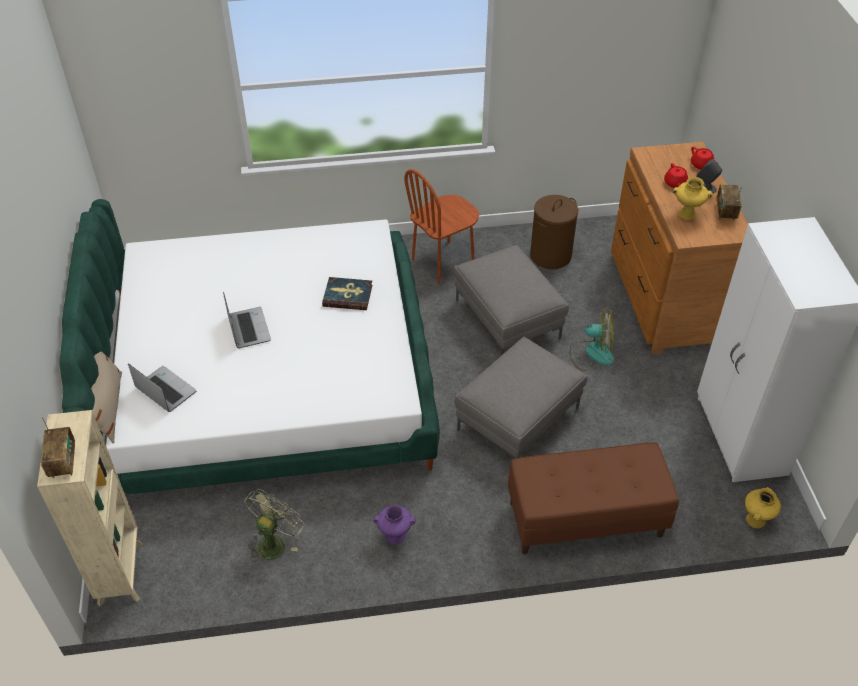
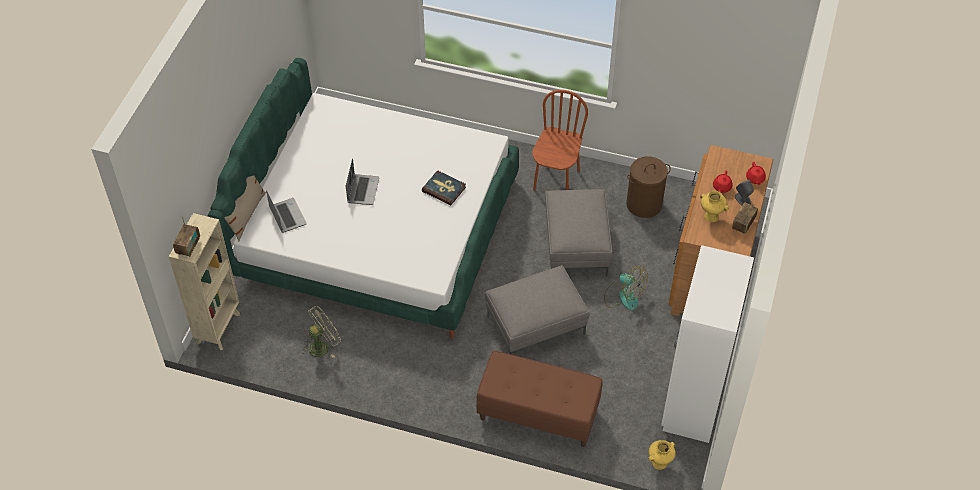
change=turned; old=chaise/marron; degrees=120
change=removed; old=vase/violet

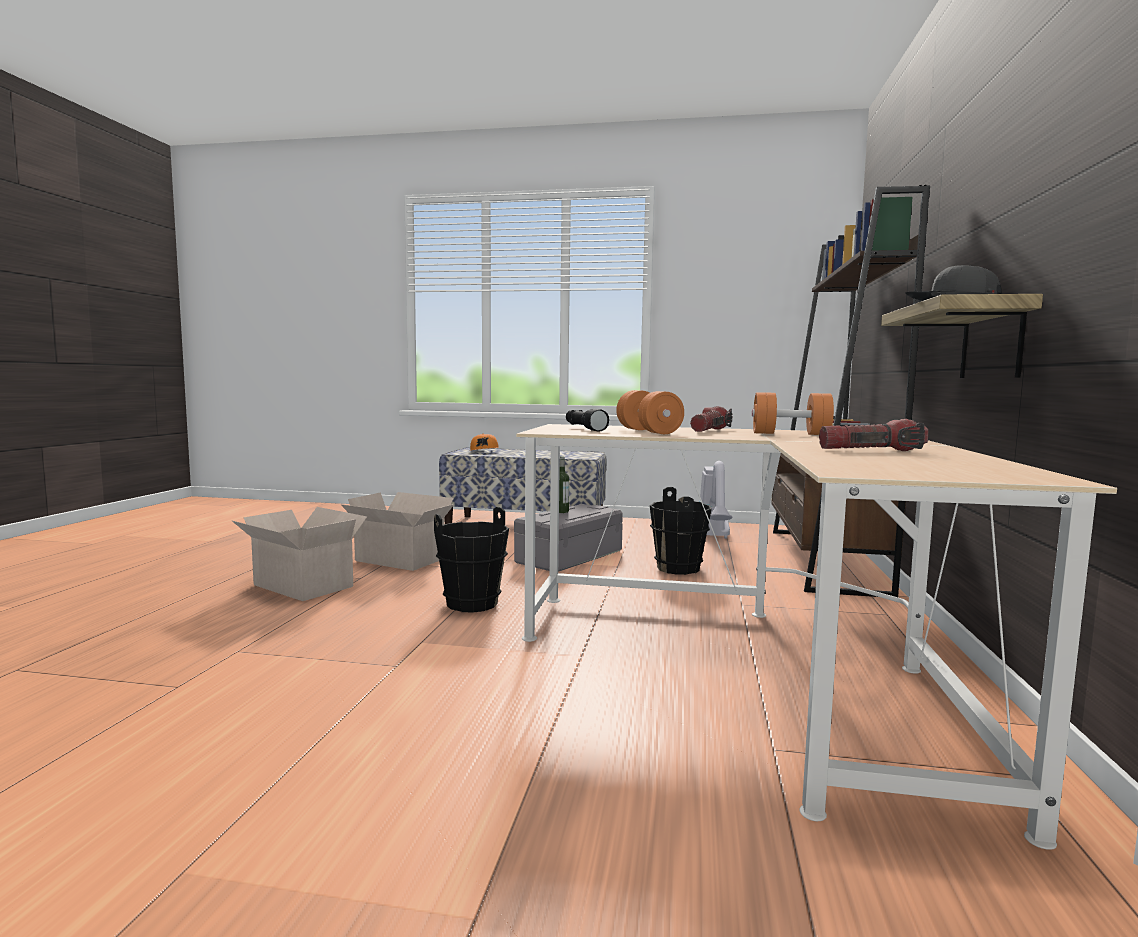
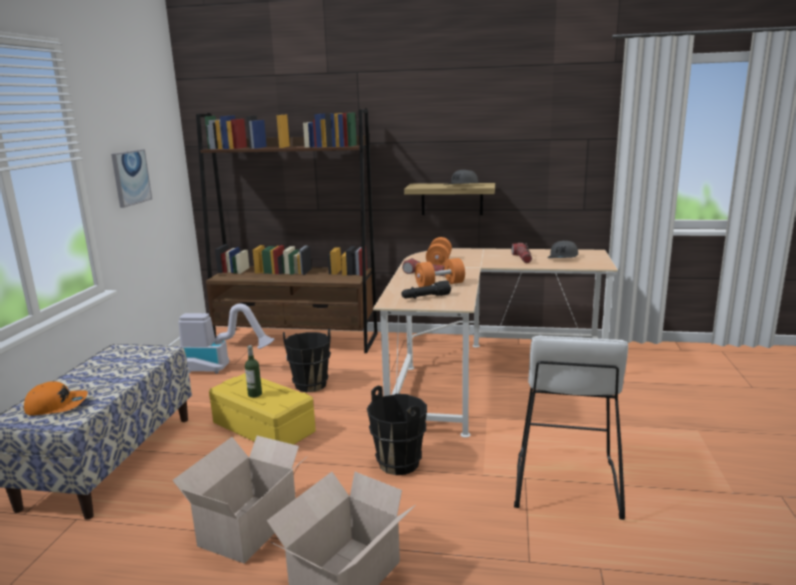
change=recoloured; old=boîte de rangement/gris; new=boîte de rangement/jaune
change=added; new=tableau
change=added; new=casquette/gris (2nd from left)
change=added; new=tabouret/blanc

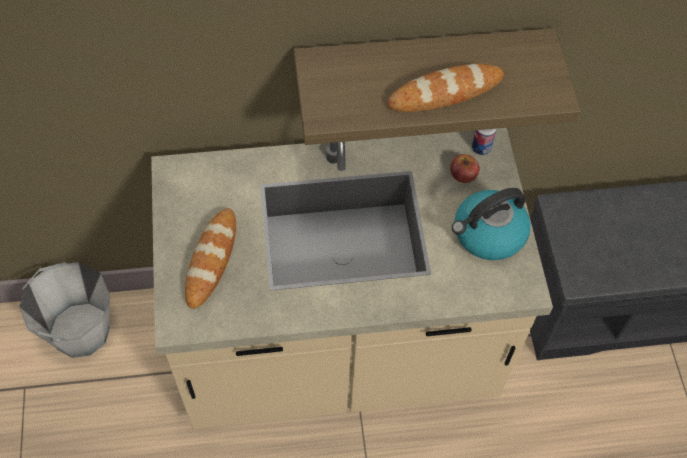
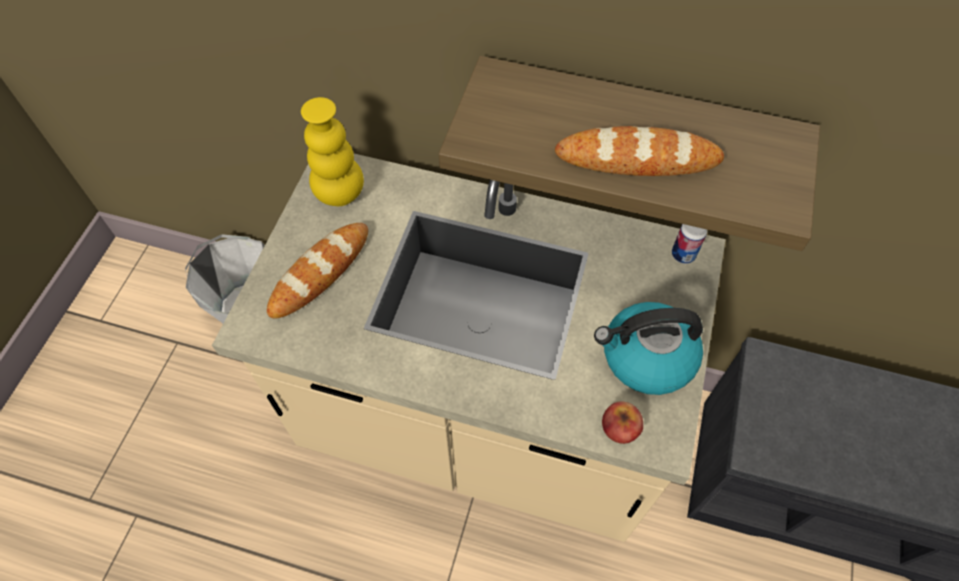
change=moved; old=pomme
change=added; new=vase/jaune

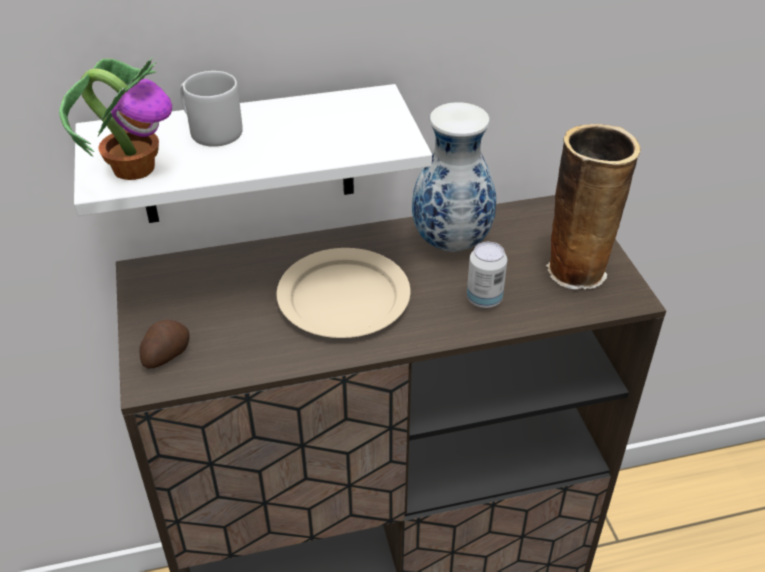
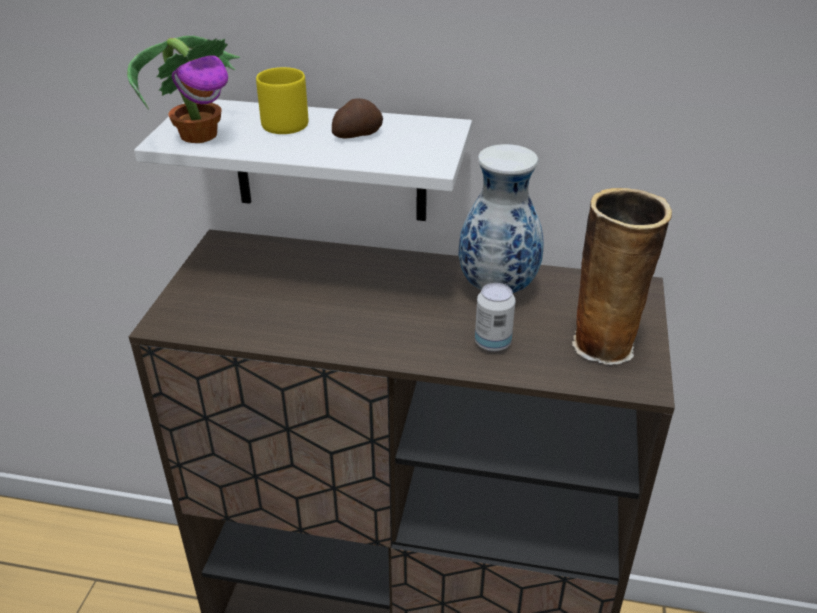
change=recoloured; old=mug/gris; new=mug/jaune
change=removed; old=assiette/beige
change=moved; old=pomme de terre

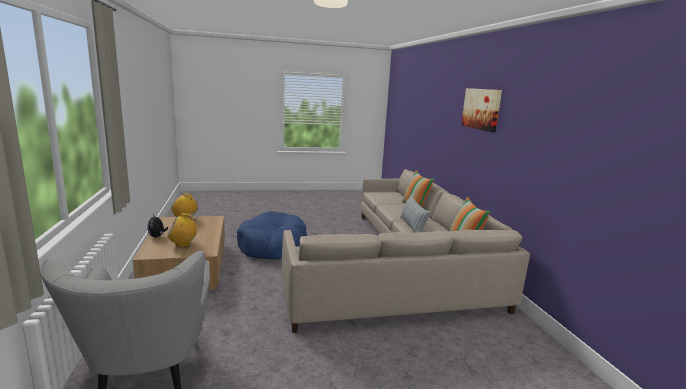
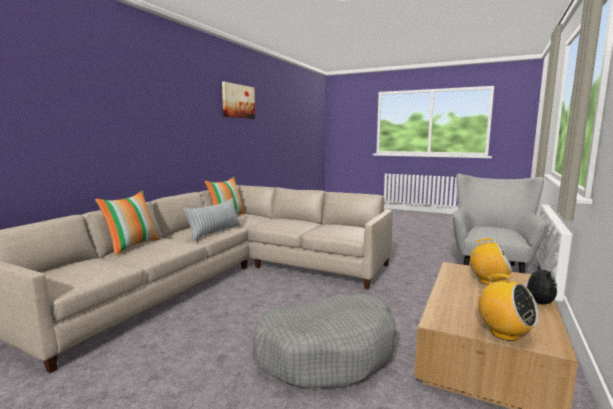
change=moved; old=tableau
change=recoloured; old=panier pour chien/bleu; new=panier pour chien/gris

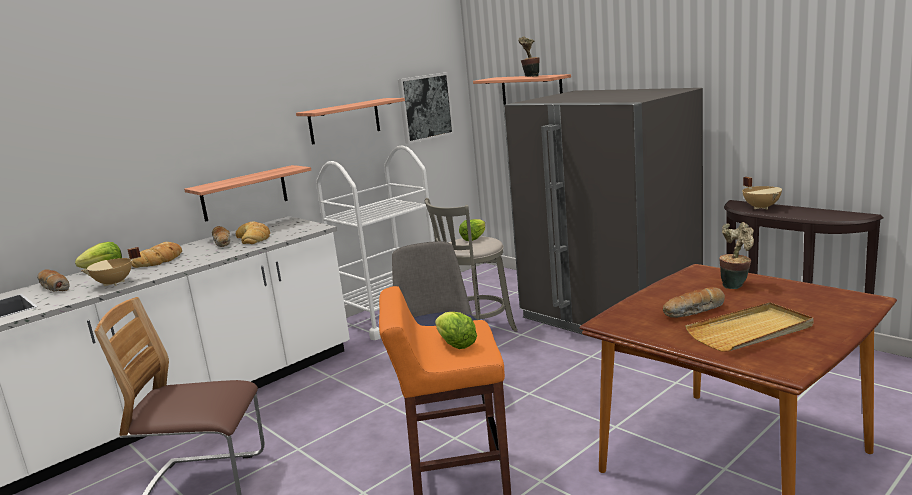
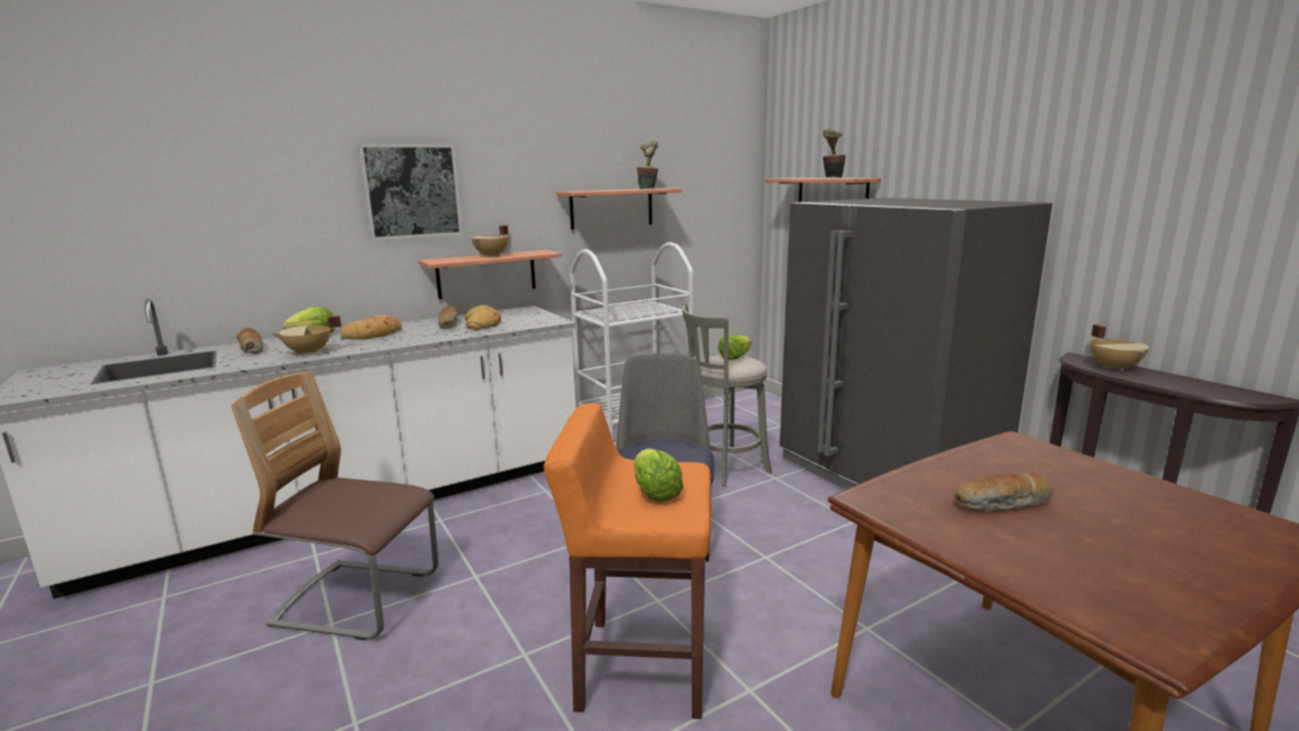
change=moved; old=tableau
change=moved; old=plante en pot (2nd from left in the first image); new=plante en pot (1st from left)
change=removed; old=plateau/beige
change=added; new=marmite/beige (2nd from left)

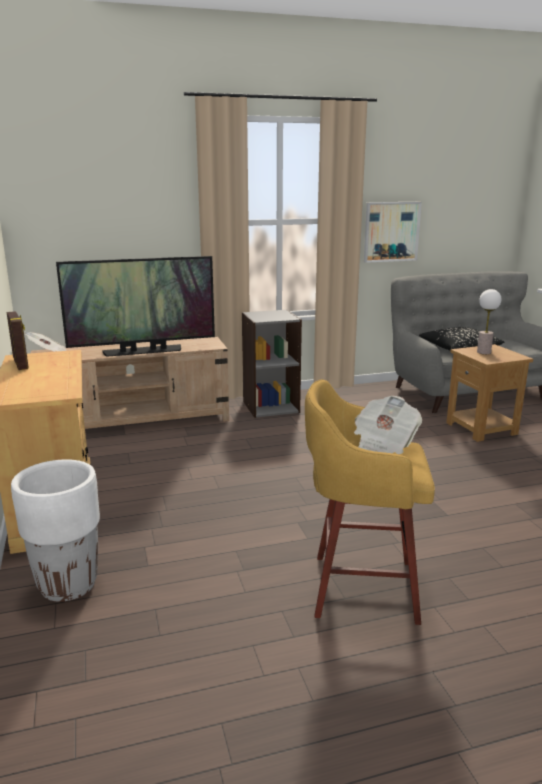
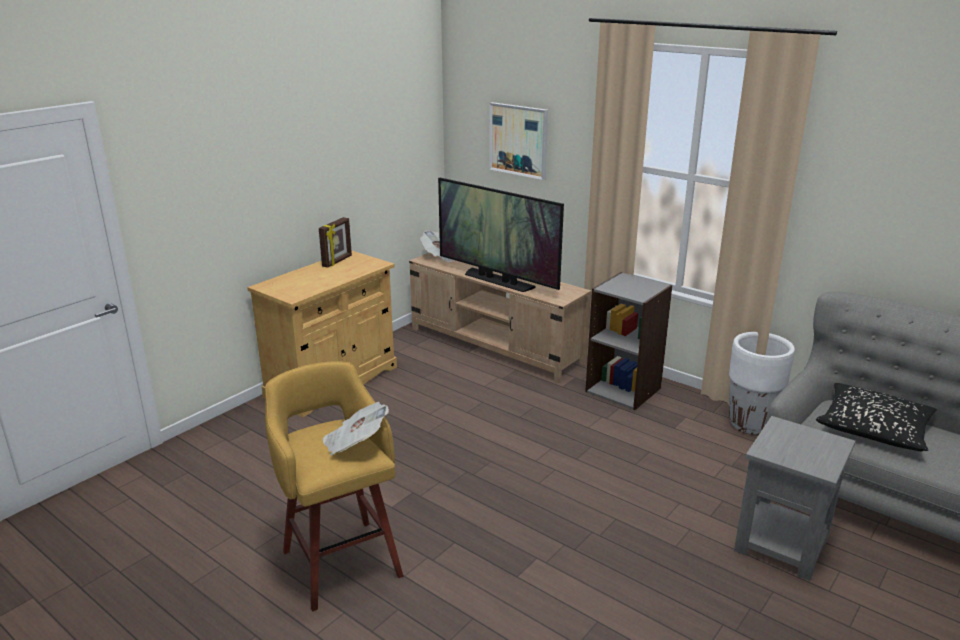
change=moved; old=tableau
change=removed; old=lampe de table
change=recoloured; old=table d'appoint/marron; new=table d'appoint/gris
change=moved; old=cache-pot/blanc

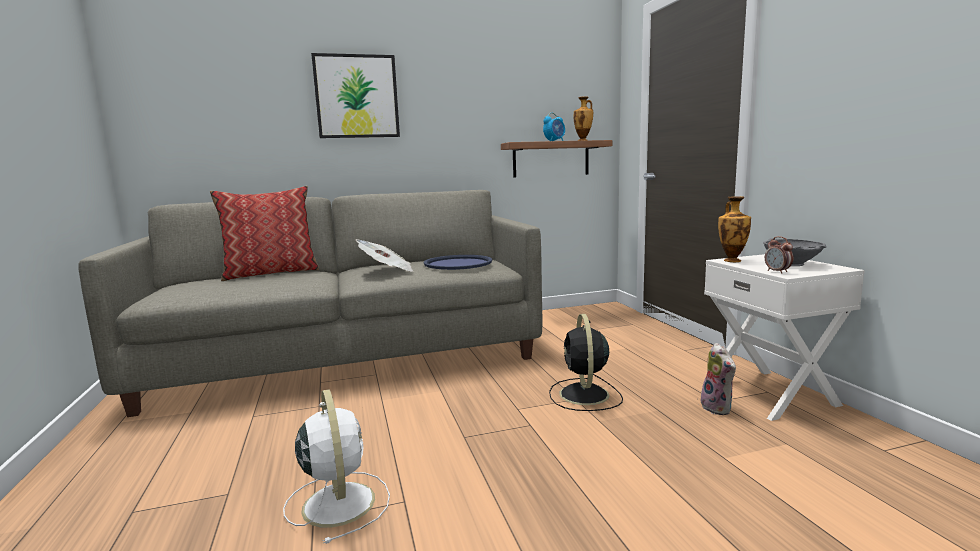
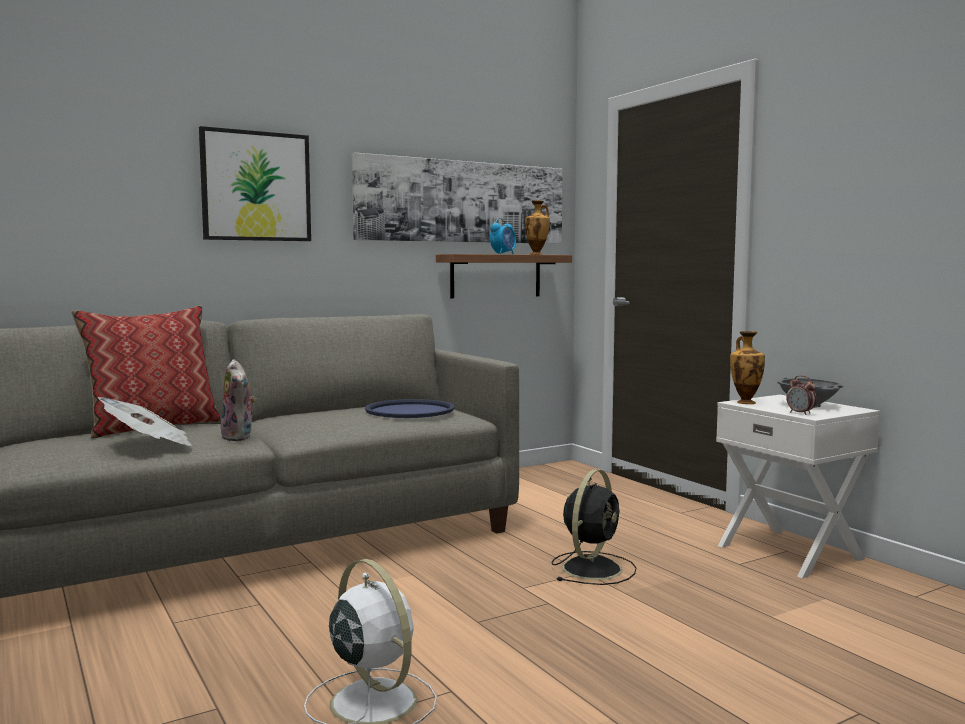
change=moved; old=journal
change=turned; old=ventilateur/noir; degrees=-135
change=moved; old=peluche
change=added; new=tableau (2nd from left)

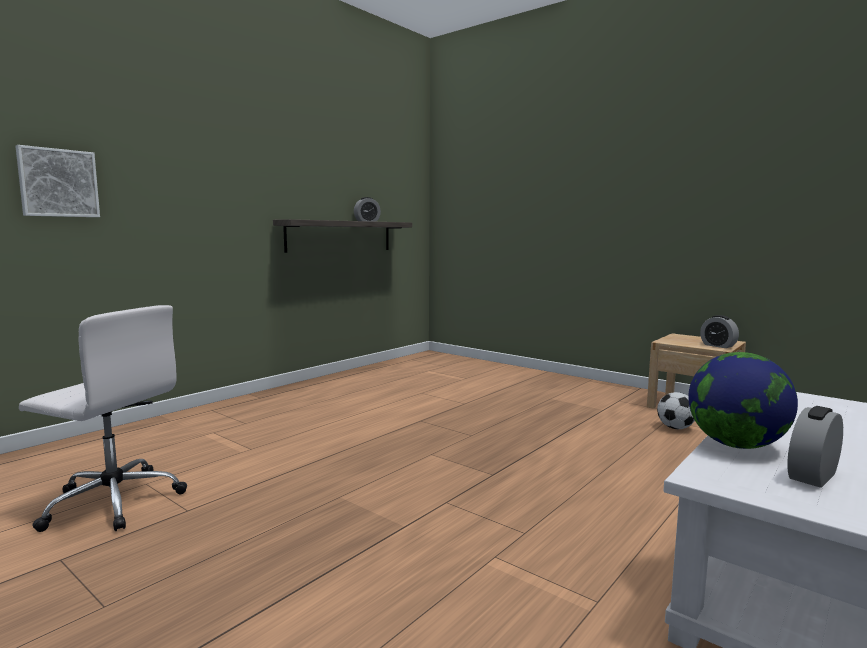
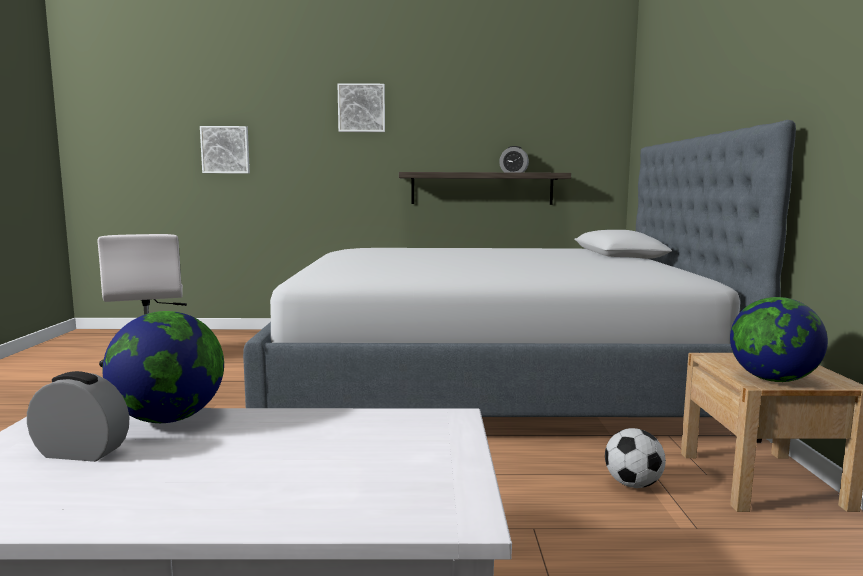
change=replaced; old=réveil (2nd from left); new=globe (2nd from left)
change=added; new=tableau (2nd from left)
change=added; new=lit

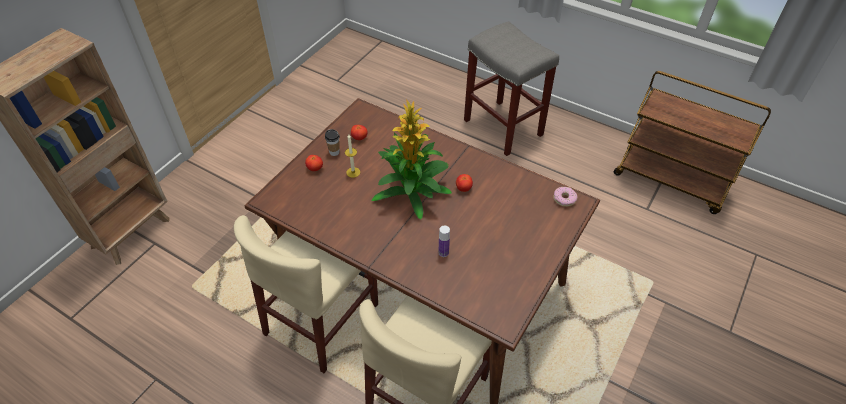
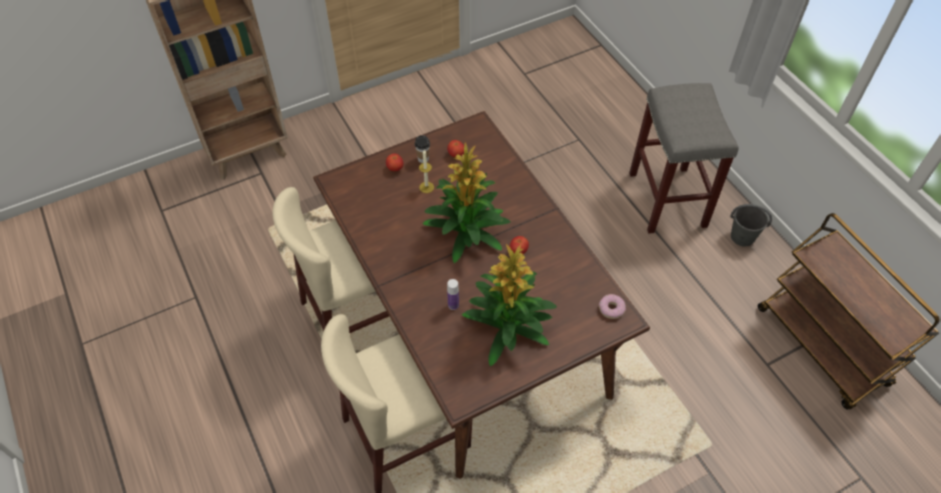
change=added; new=seau/gris
change=added; new=plante en pot (2nd from left)

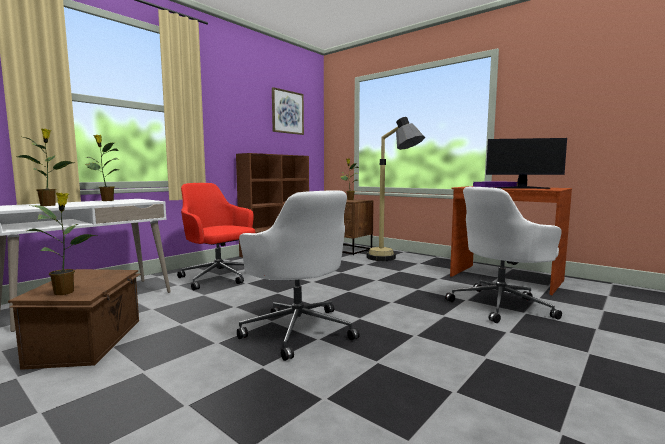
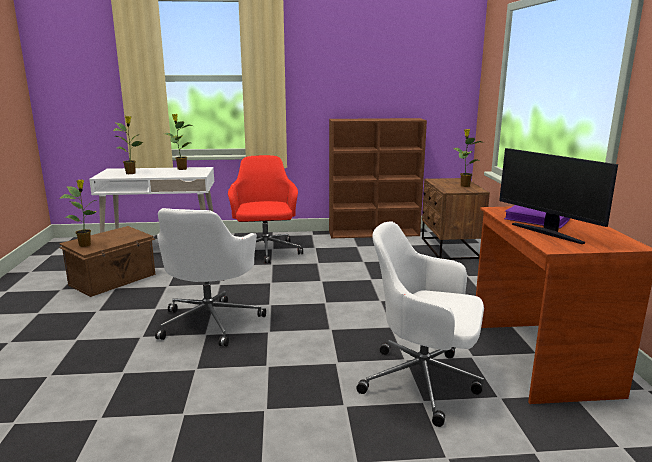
change=removed; old=tableau
change=removed; old=lampadaire

